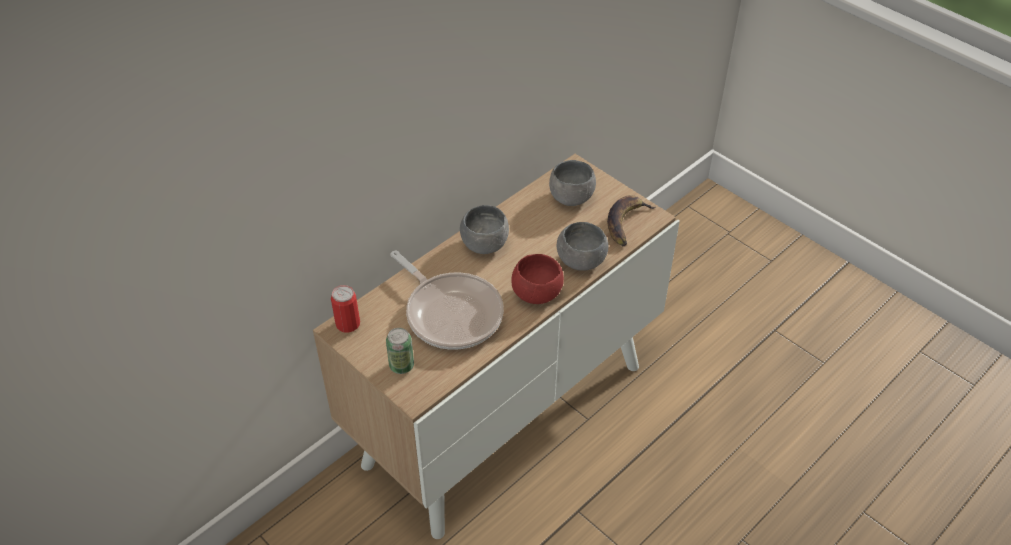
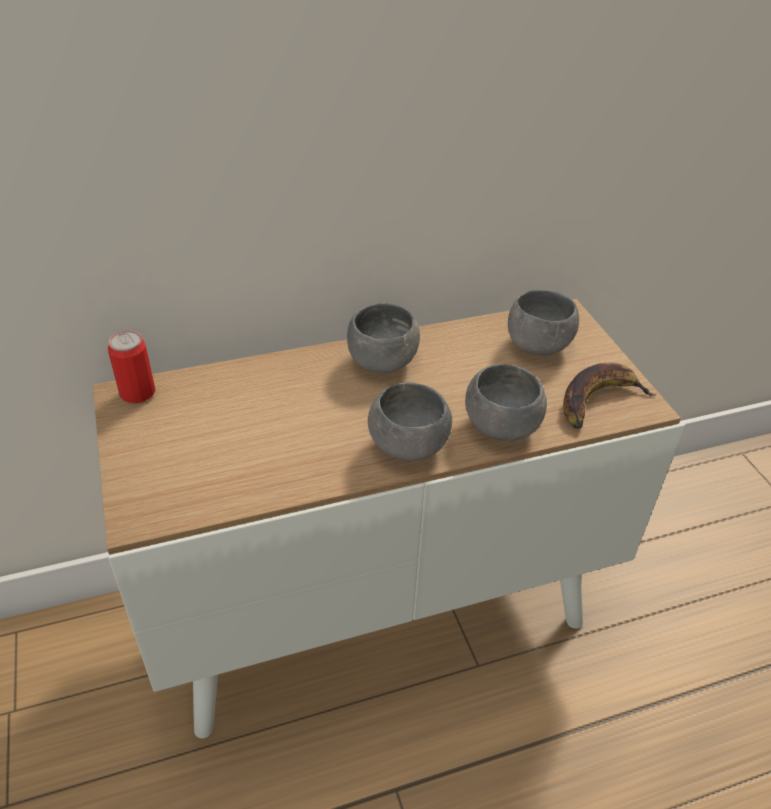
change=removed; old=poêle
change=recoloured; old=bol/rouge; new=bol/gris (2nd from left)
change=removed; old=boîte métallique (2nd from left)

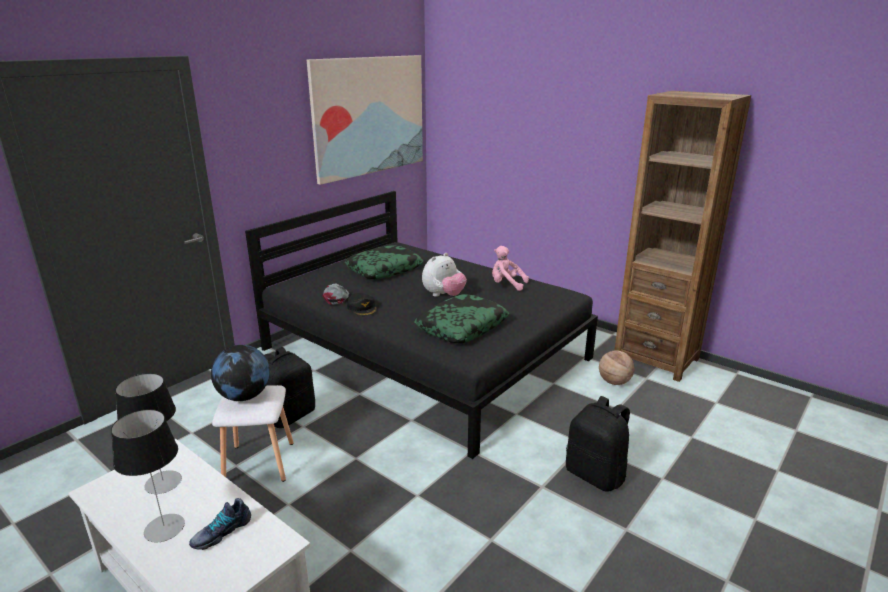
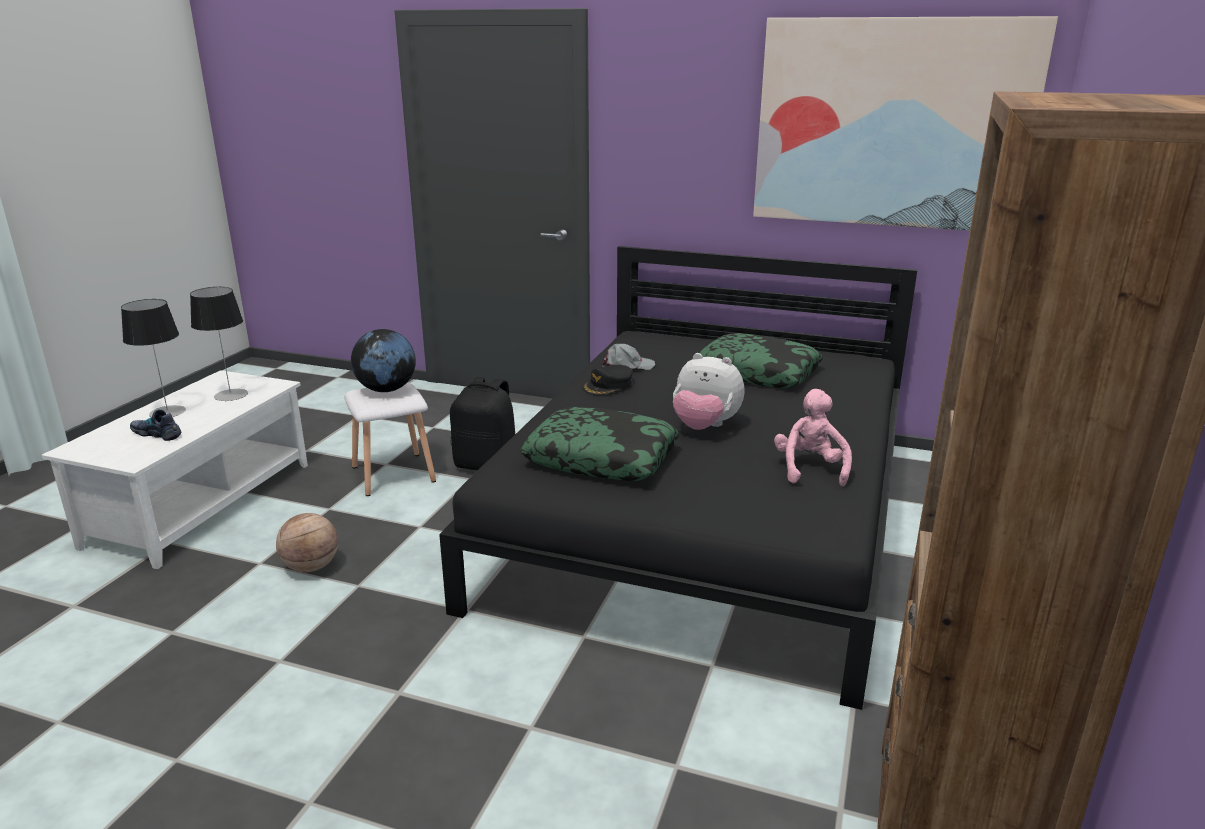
change=moved; old=ballon de basket
change=removed; old=sac à dos/noir (2nd from left)

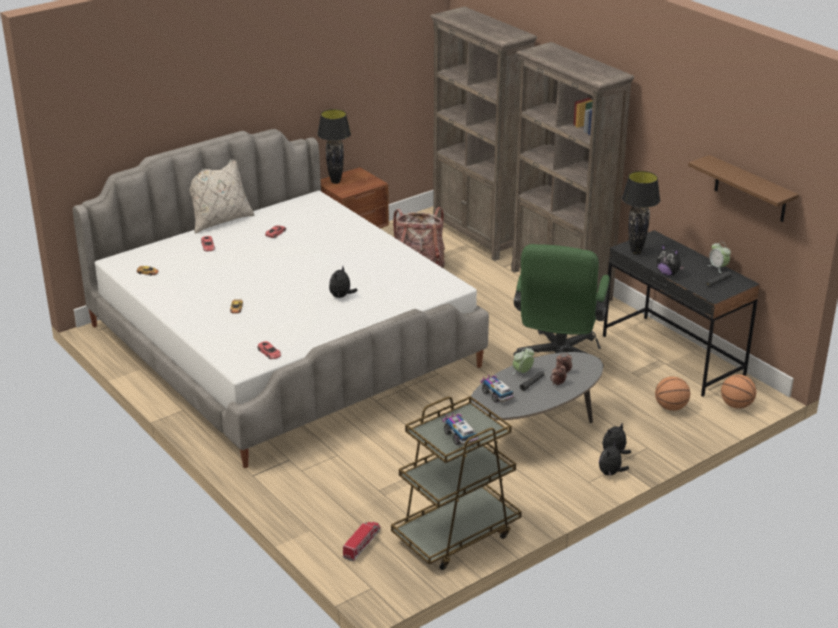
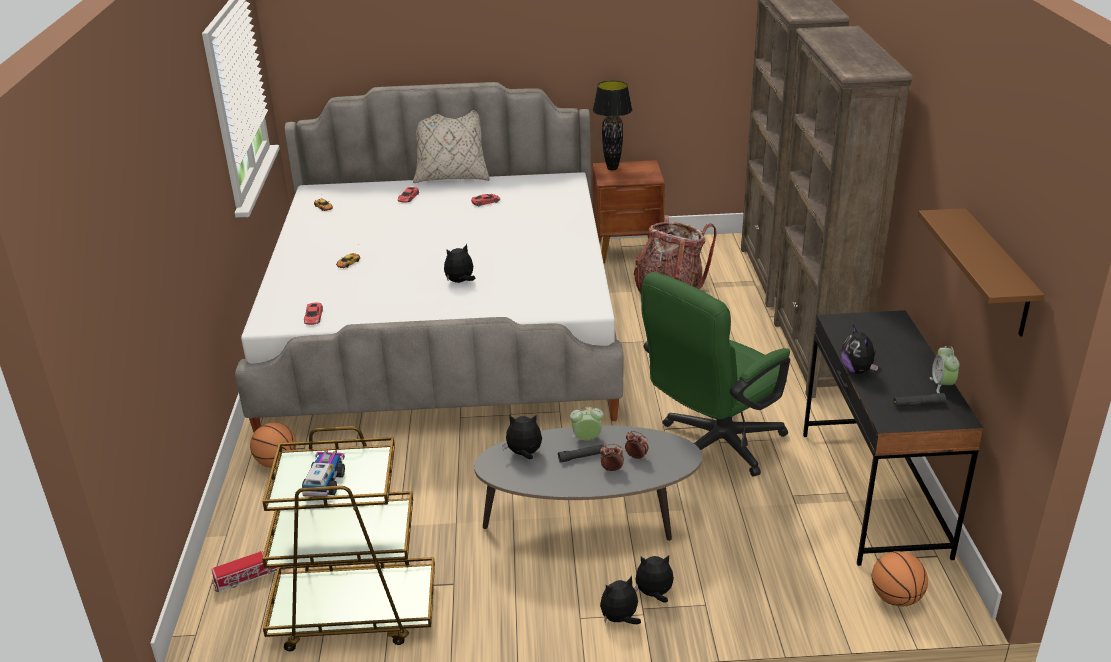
change=removed; old=lampe de table/noir (2nd from left)
change=replaced; old=camion jouet (3rd from left); new=peluche (2nd from left)
change=moved; old=ballon de basket (1st from left)

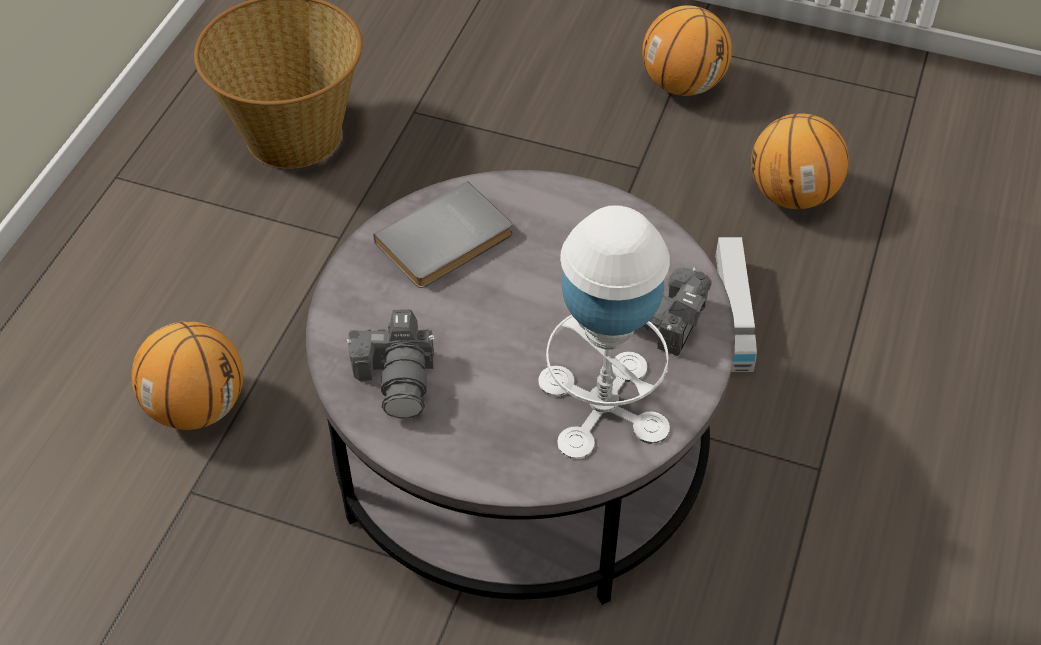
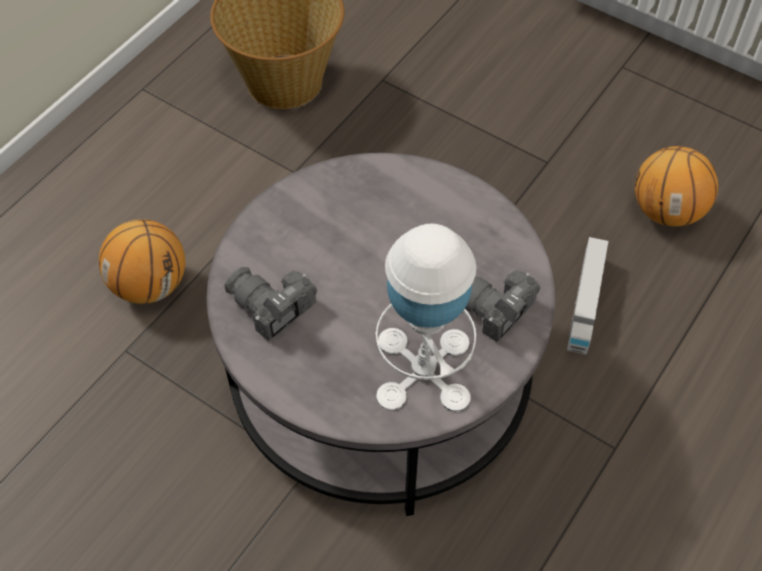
change=removed; old=ballon de basket (2nd from left)
change=removed; old=livre/gris
change=turned; old=appareil photo (1st from left); degrees=120

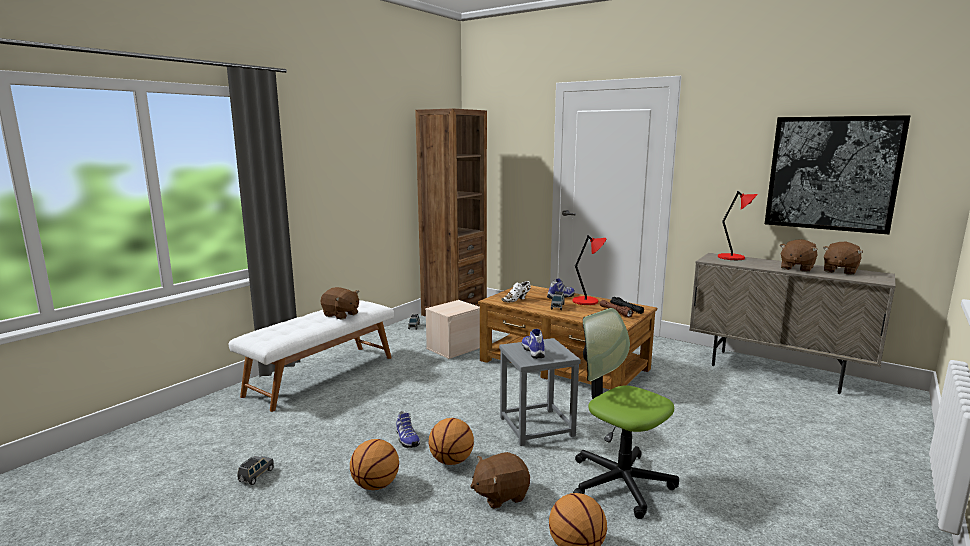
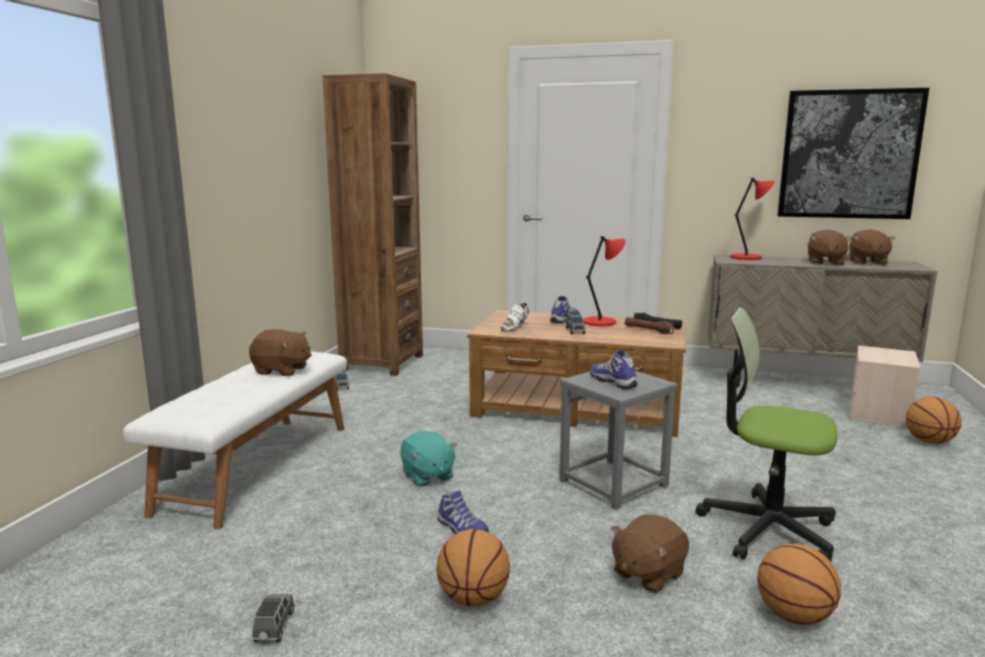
change=moved; old=boîte de rangement/beige
change=moved; old=ballon de basket (2nd from left in the first image); new=ballon de basket (3rd from left)
change=added; new=peluche/turquoise

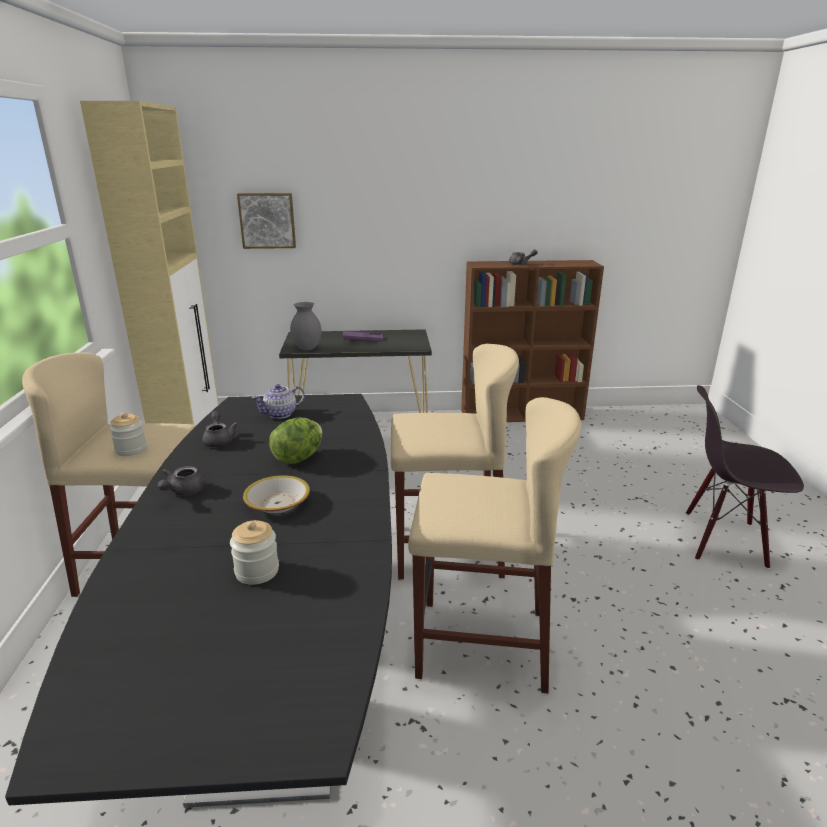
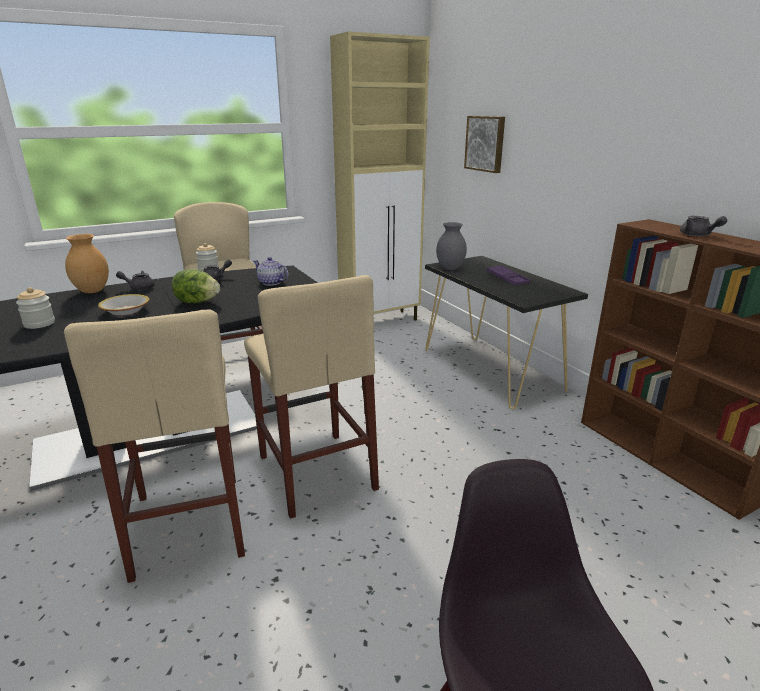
change=added; new=vase/marron

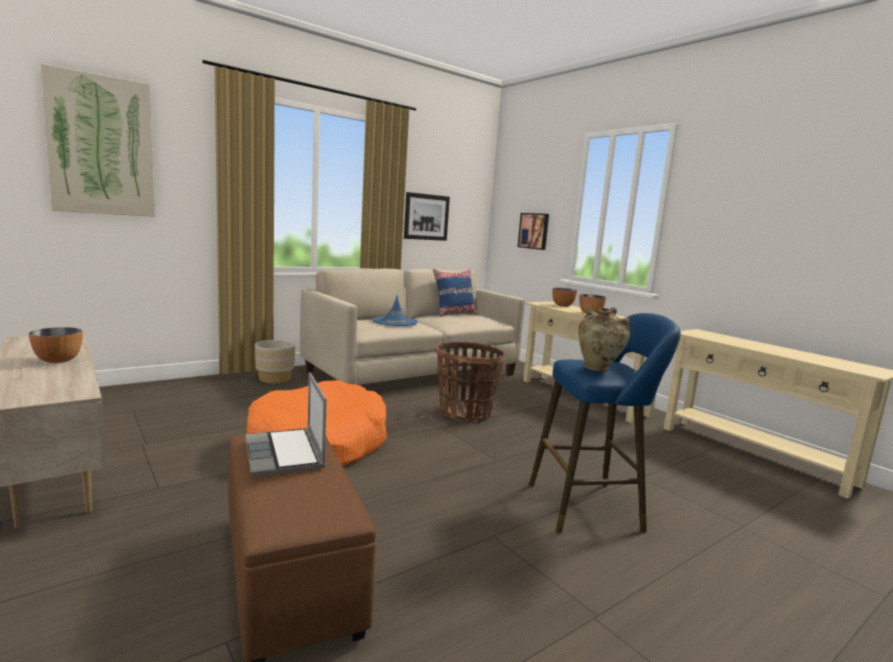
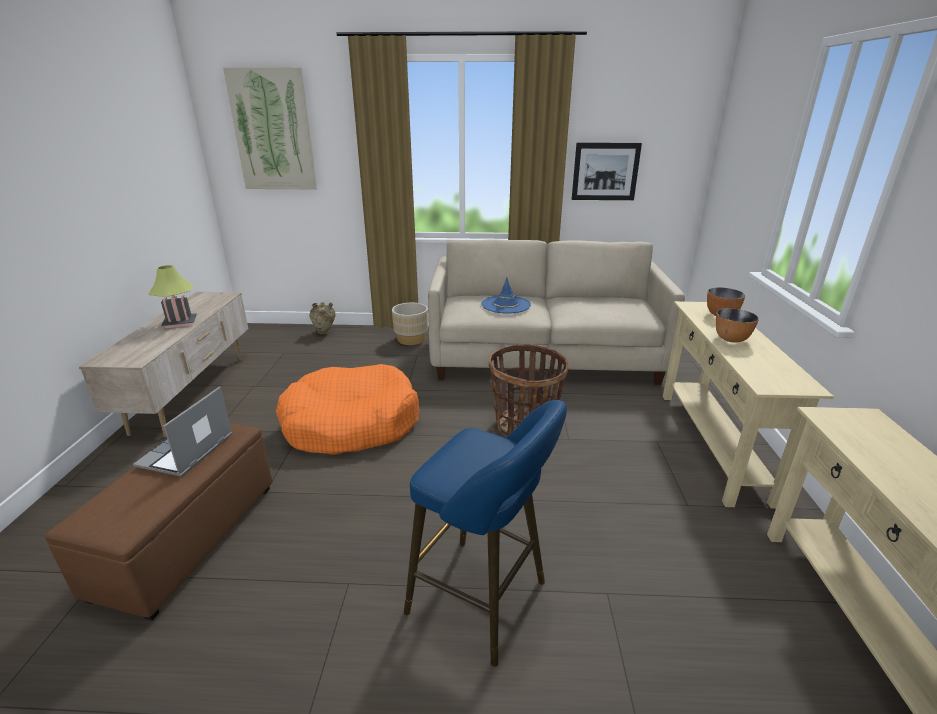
change=removed; old=tableau (3rd from left)
change=removed; old=coussin/bleu
change=moved; old=vase/beige
change=replaced; old=bol (1st from left); new=lampe de table

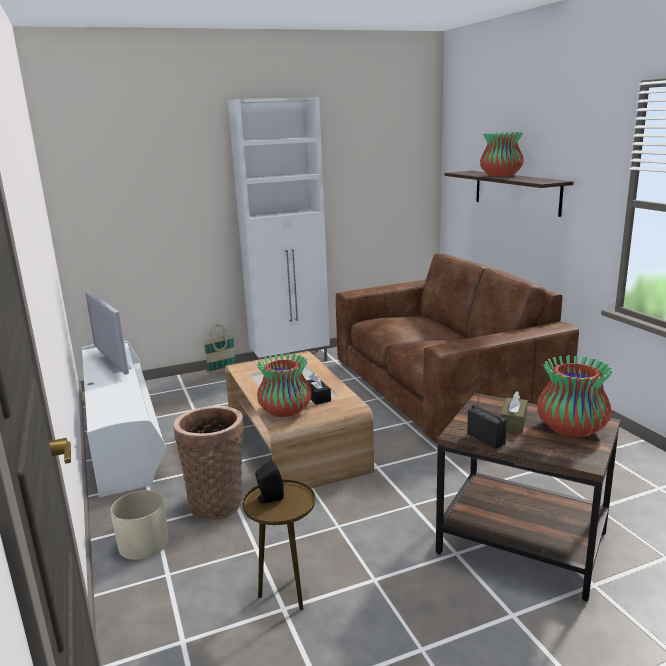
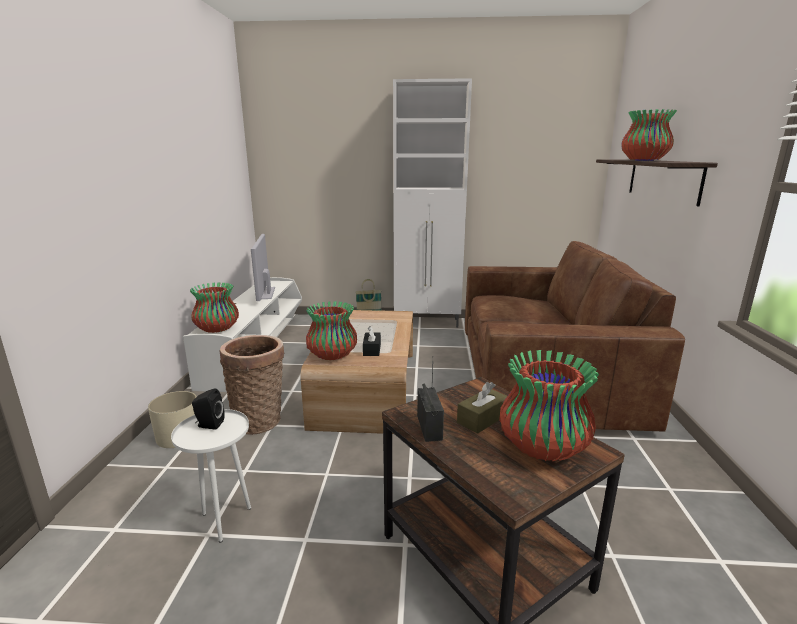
change=recoloured; old=table d'appoint/marron (1st from left); new=table d'appoint/blanc
change=added; new=vase (1st from left)

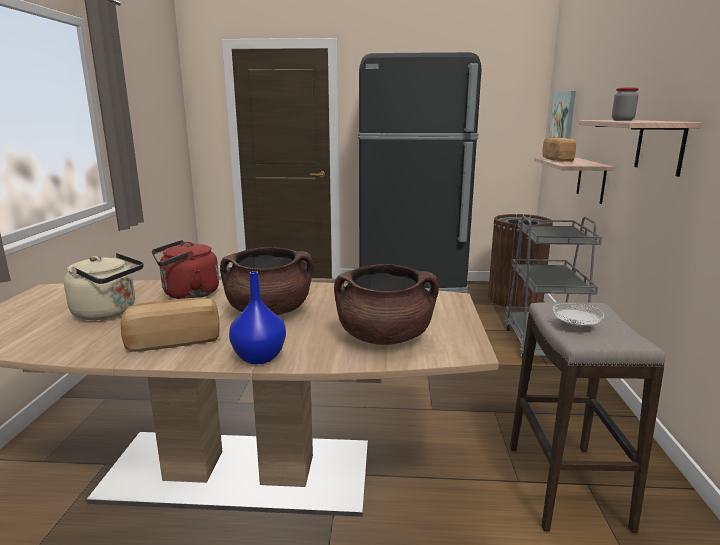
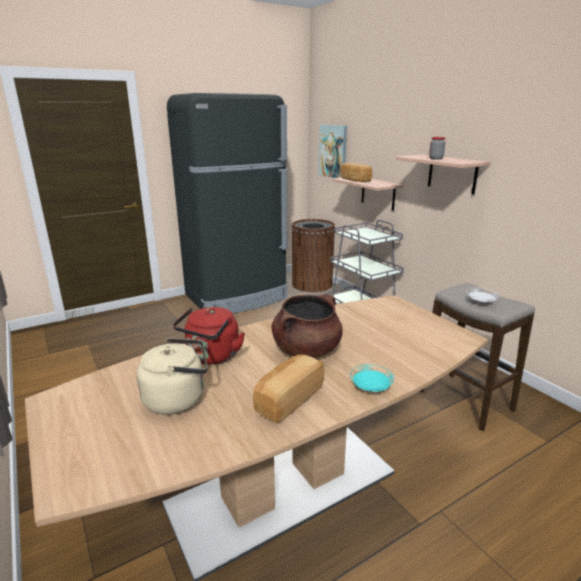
change=removed; old=marmite/marron (2nd from left)
change=replaced; old=vase/bleu; new=assiette/turquoise

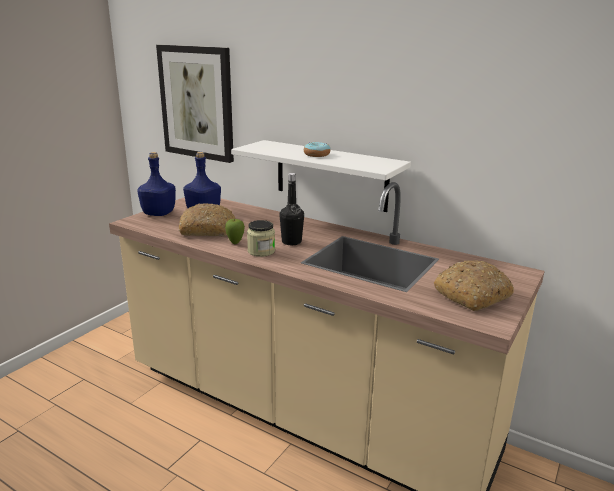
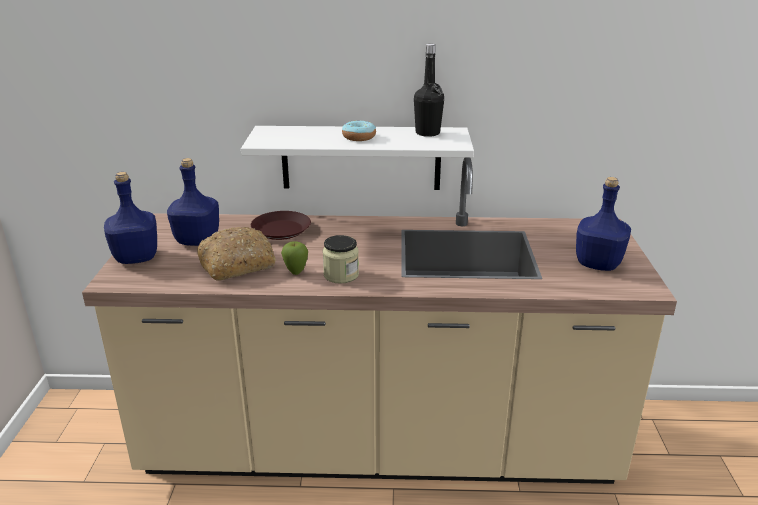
change=removed; old=tableau
change=moved; old=bouteille/noir
change=replaced; old=pain (2nd from left); new=bouteille/bleu (3rd from left)
change=added; new=assiette/marron

